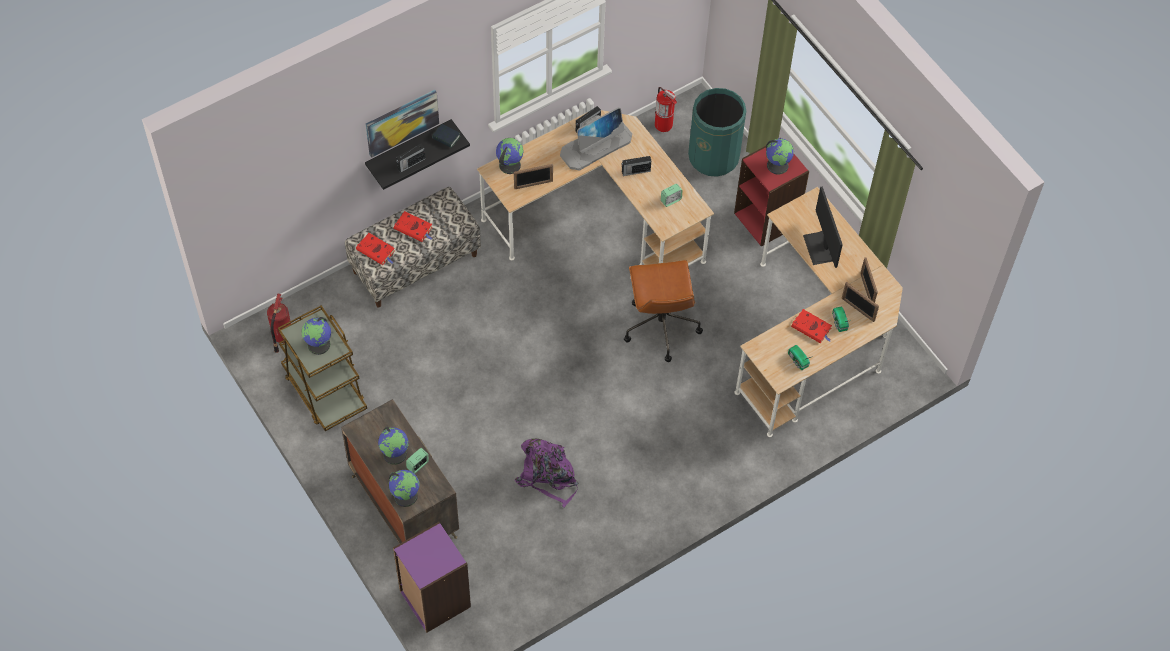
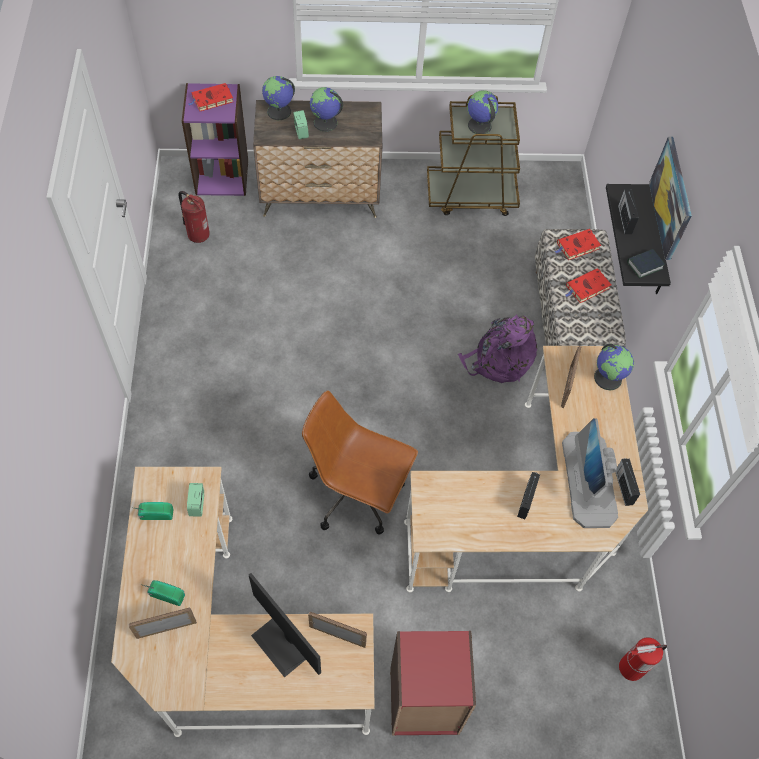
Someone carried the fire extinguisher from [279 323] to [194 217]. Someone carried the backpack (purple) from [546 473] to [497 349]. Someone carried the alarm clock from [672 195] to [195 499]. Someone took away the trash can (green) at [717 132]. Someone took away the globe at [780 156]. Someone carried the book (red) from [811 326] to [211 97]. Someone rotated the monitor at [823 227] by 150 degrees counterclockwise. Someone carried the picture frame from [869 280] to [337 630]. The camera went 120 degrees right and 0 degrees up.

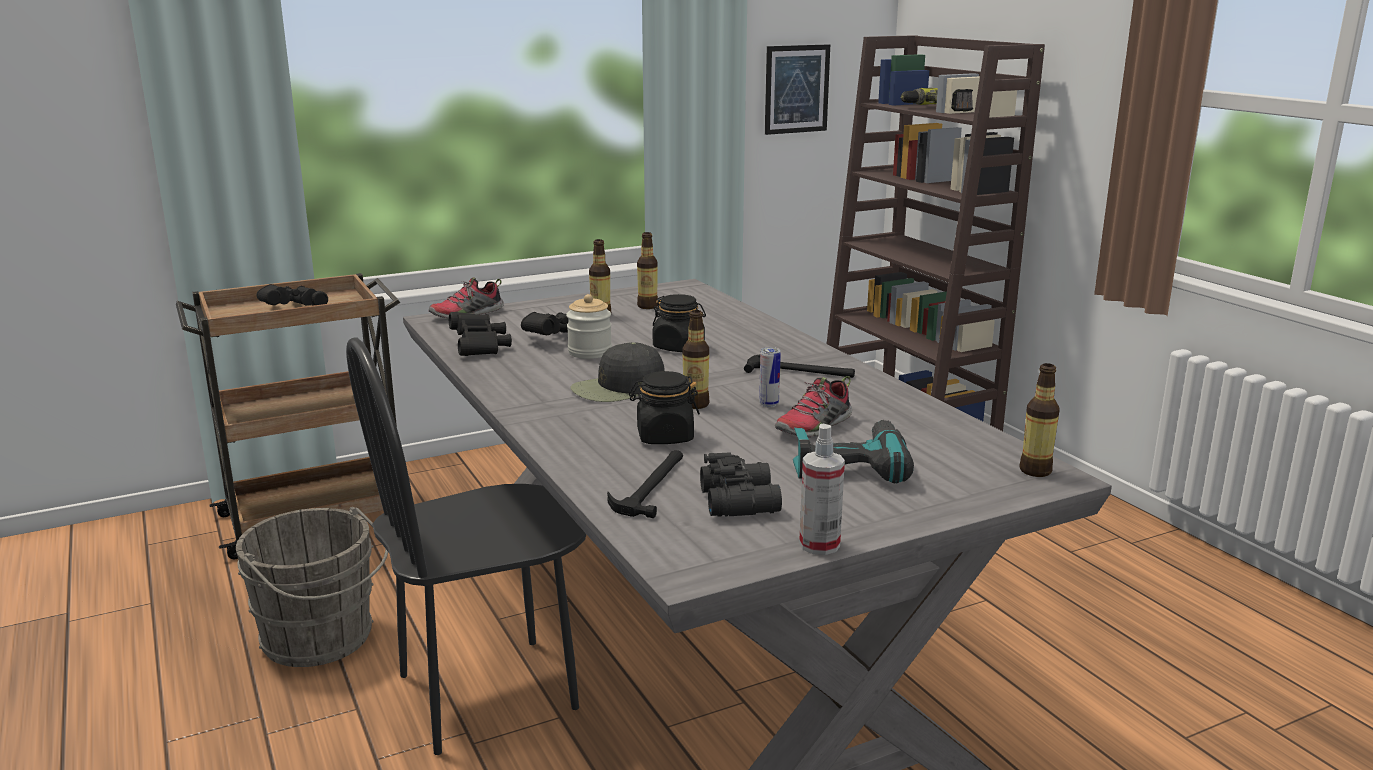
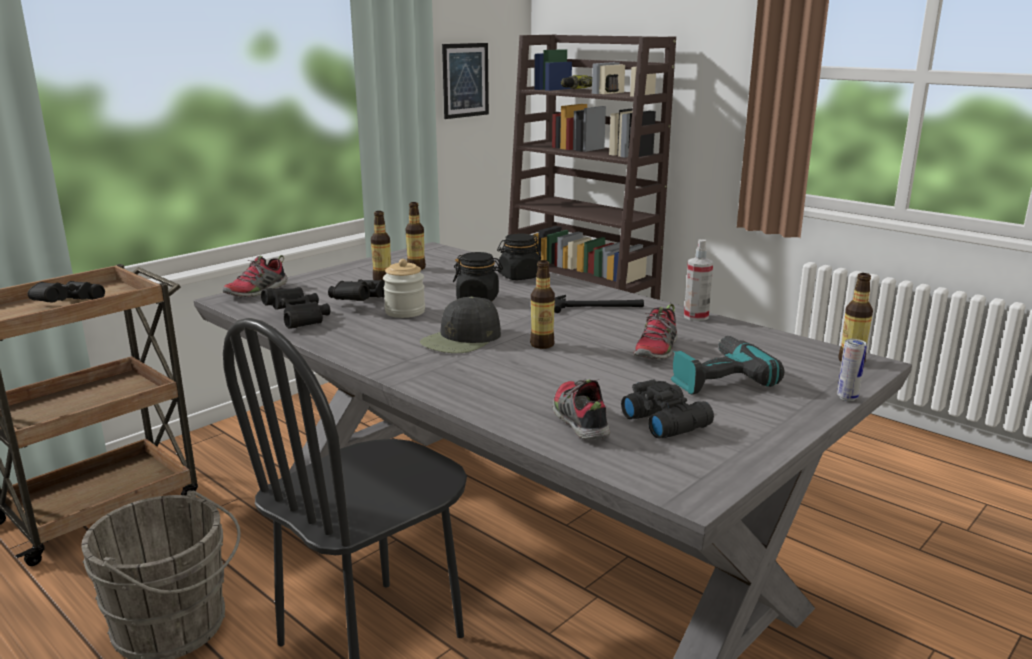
Someone swapped the hammer at [645 484] for the shoe at [581 409]. Someone carried the jar (black) from [664 407] to [519 256]. Someone carried the can from [770 377] to [852 370]. Someone carried the spray bottle from [822 489] to [698 280]. The camera went 20 degrees left and 0 degrees up.

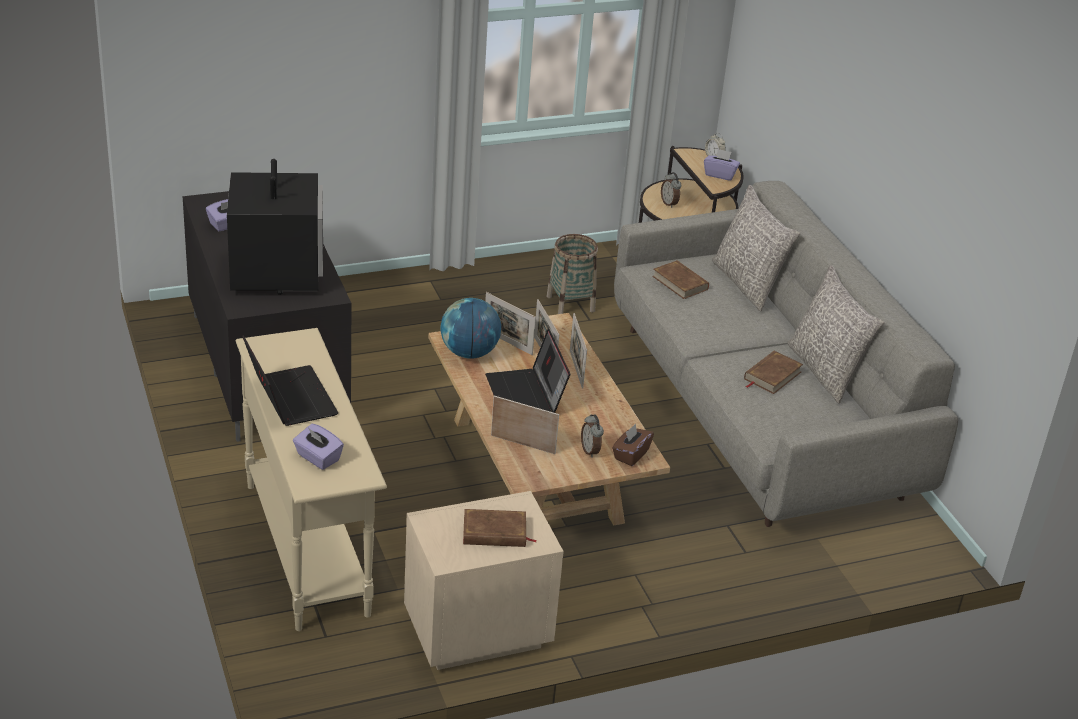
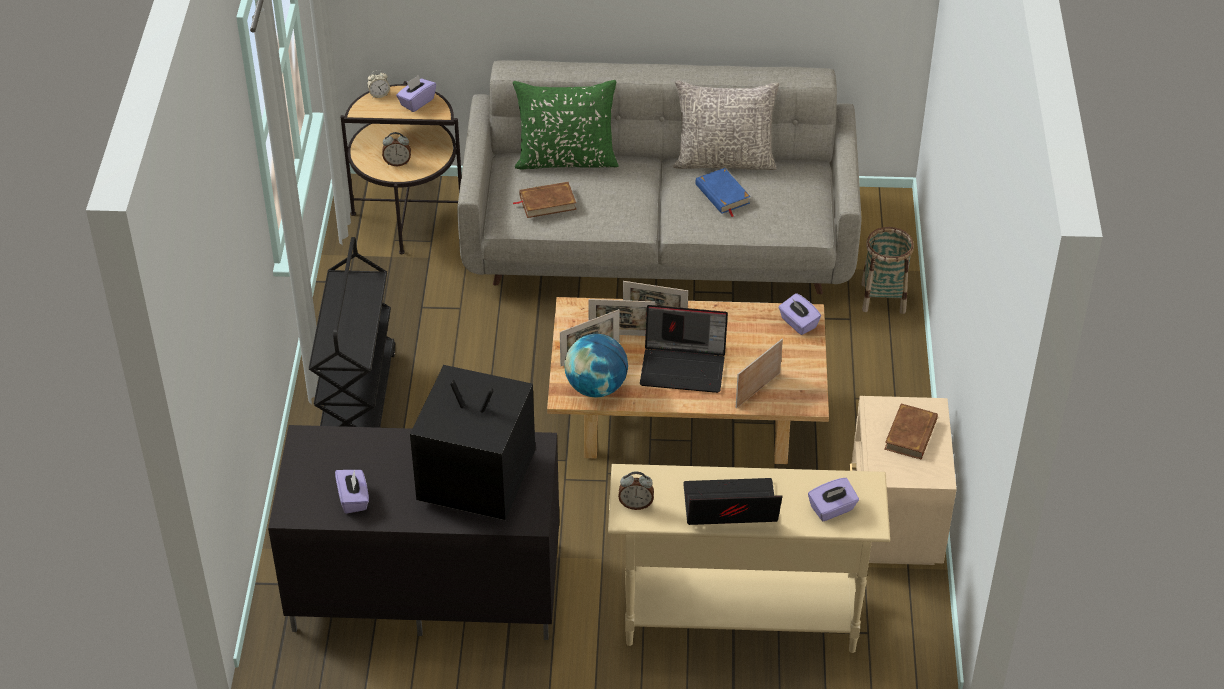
Someone carried the basket from [572 274] to [887 270]. Someone carried the alarm clock from [592 436] to [636 490]. Someone repainted the tissue box (brown) at [633 445], which became the tissue box (purple) at [799 314]. Someone repainted the pillow (grey) at [756 248], which became the pillow (green) at [565 125]. Someone repainted the book (brown) at [773 372], which became the book (blue) at [723 192]. Someone put down the cart (black) at [352 332]. The camera went 65 degrees left and 10 degrees up.

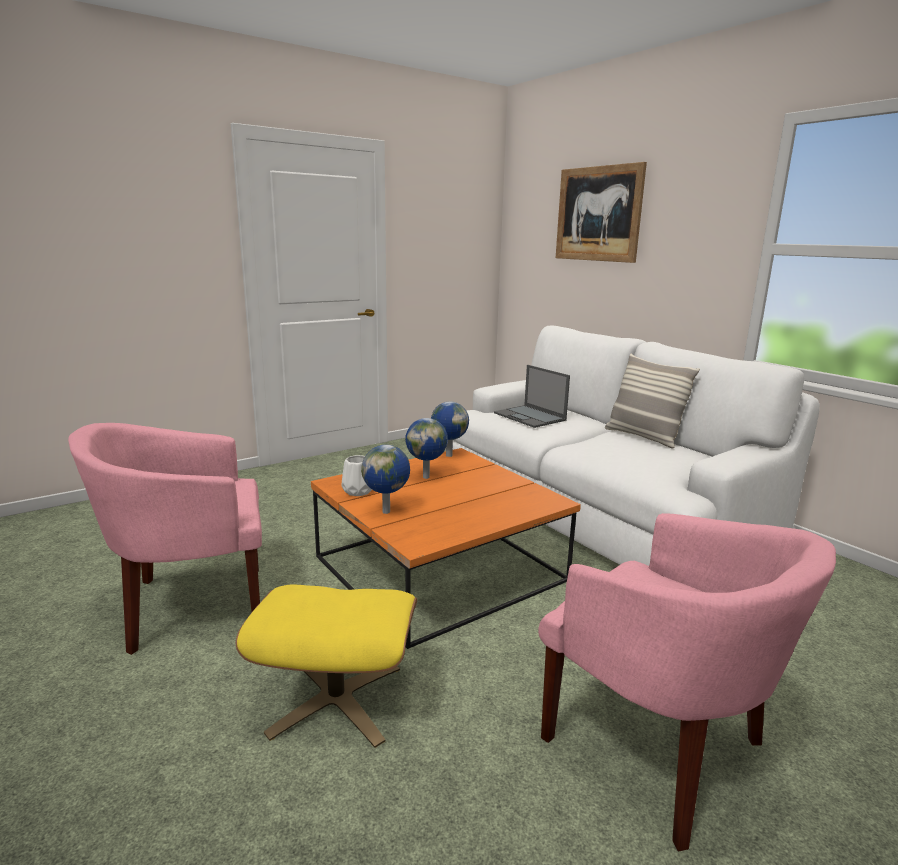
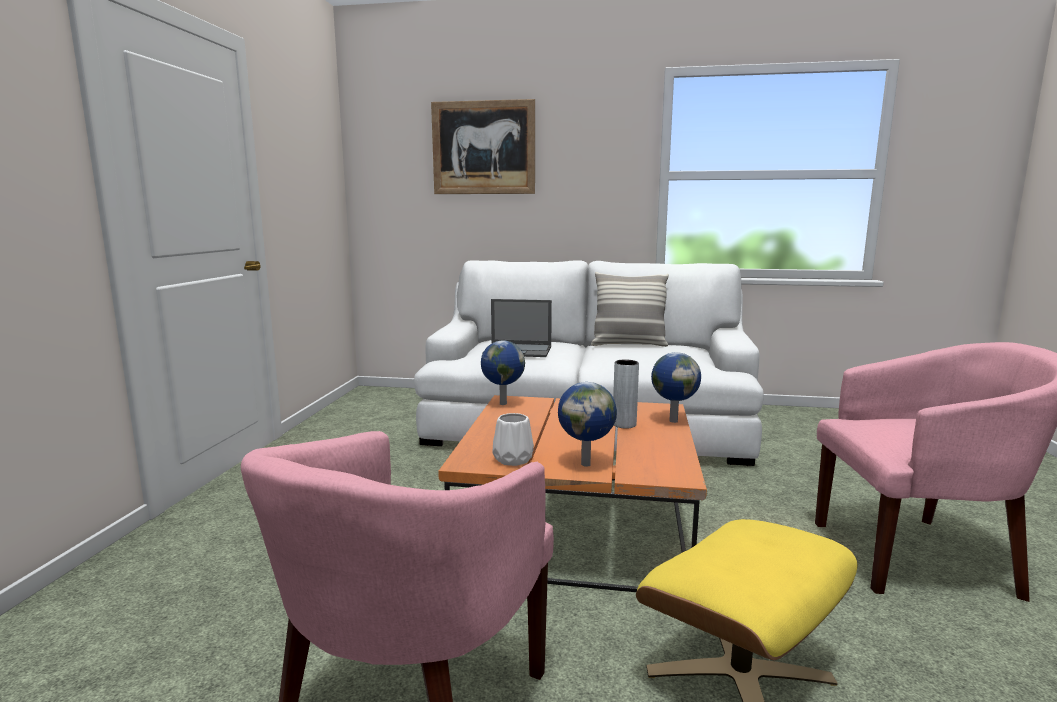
Someone carried the globe from [426 448] to [676 387]. Someone put down the vase (grey) at [626 394]. The camera went 45 degrees left and 5 degrees down.

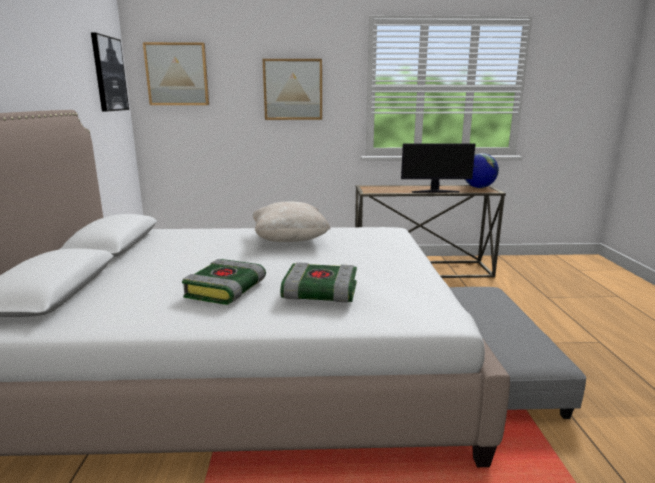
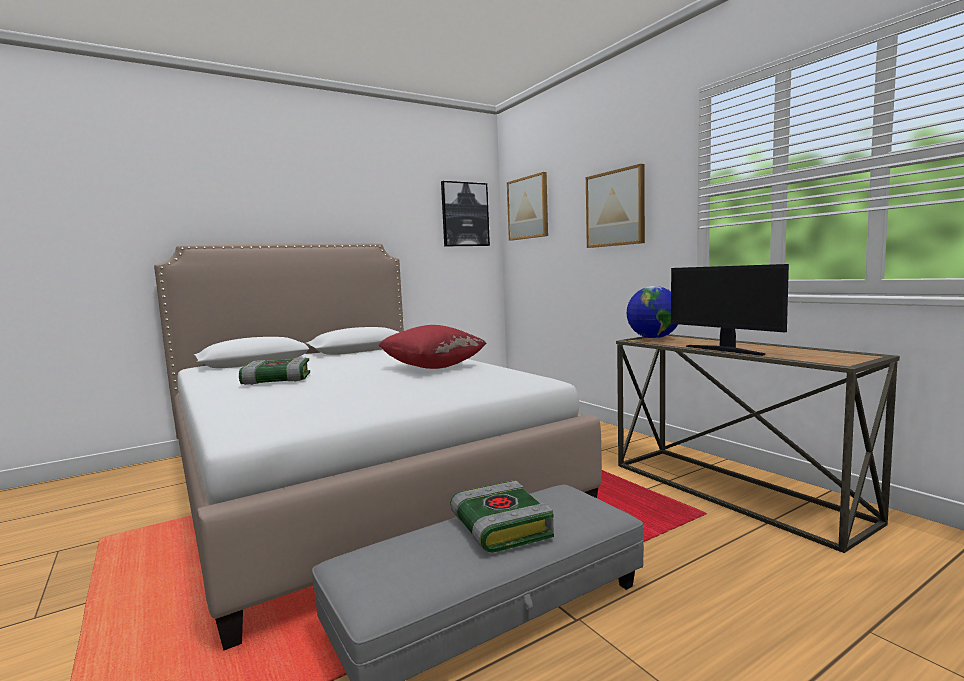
Someone repainted the pillow (beige) at [291 221], which became the pillow (red) at [432 347]. Someone carried the book from [318 282] to [502 517]. Someone carried the globe from [482 170] to [652 312]. The camera went 60 degrees right and 10 degrees down.

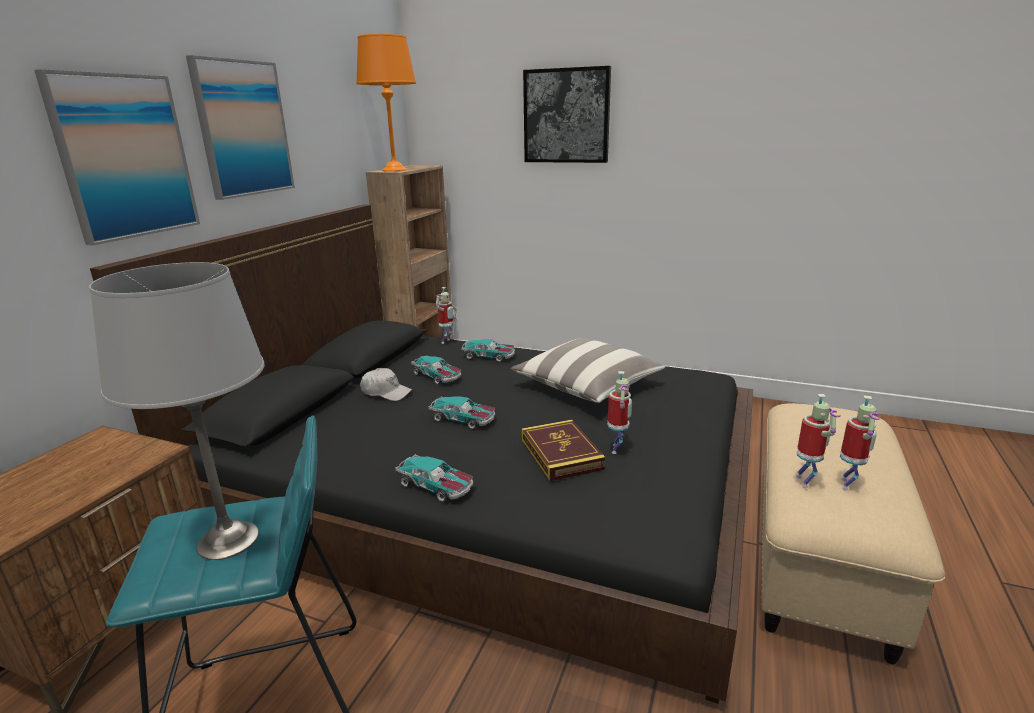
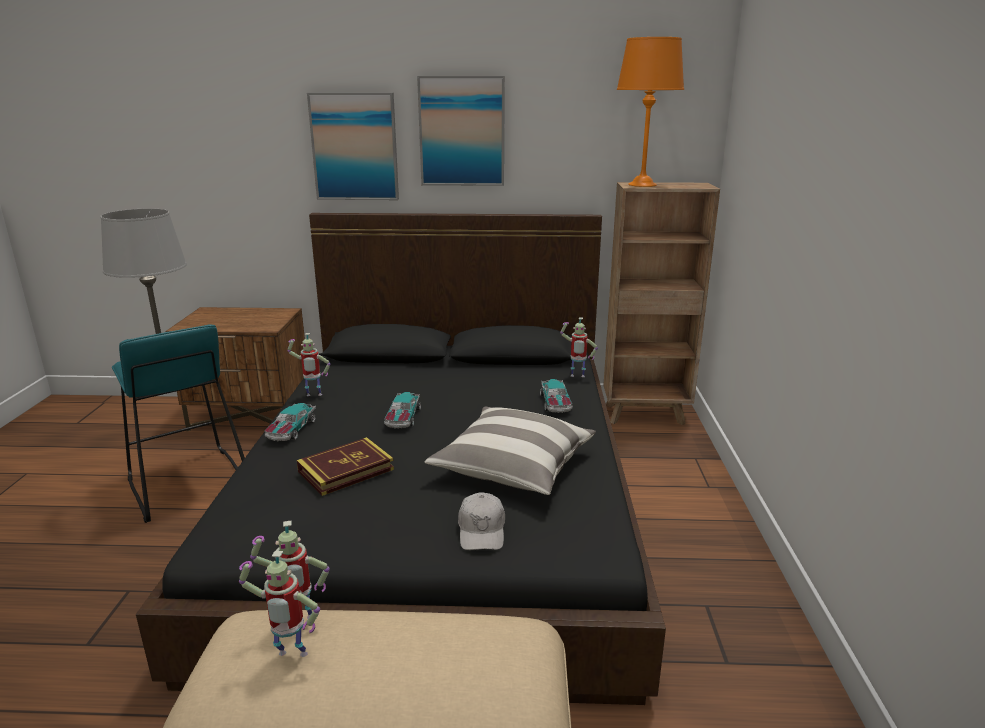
Someone carried the cap (white) from [386 384] to [481 521]. Someone took away the toy car at [436 369]. Someone took away the picture at [567 114]. Someone carried the toy robot from [620 412] to [308 364]. The camera went 70 degrees right and 0 degrees up.

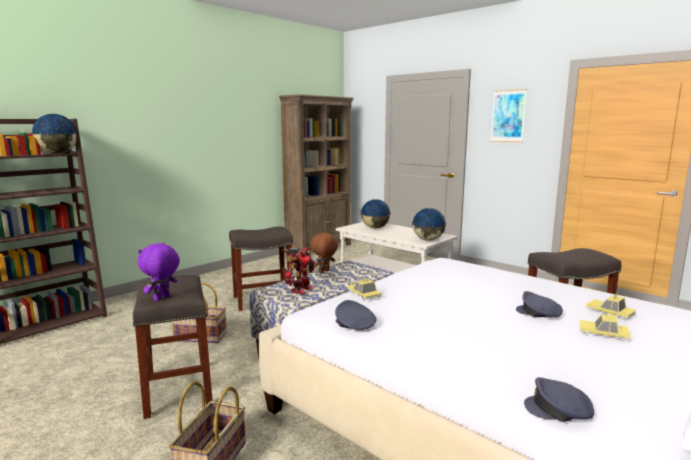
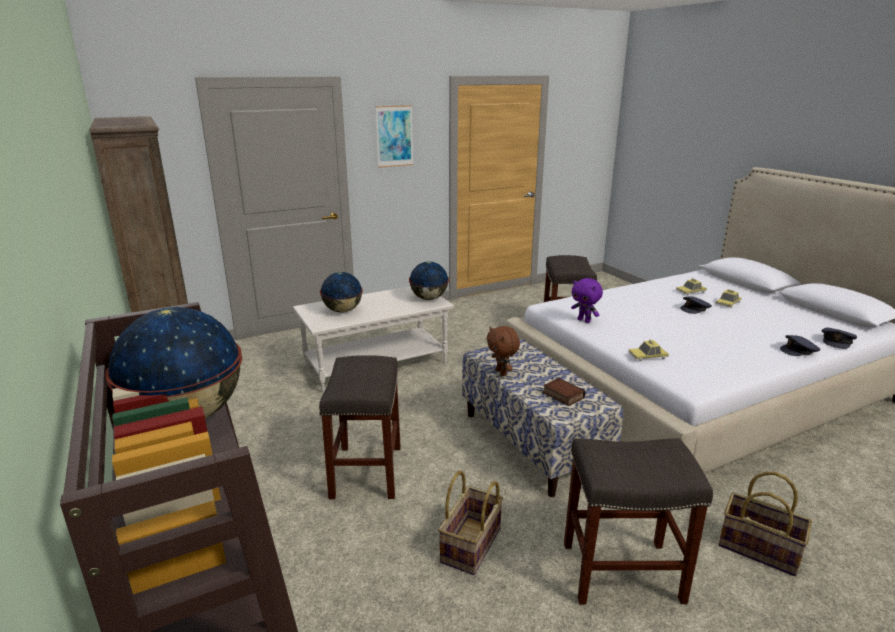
Someone carried the plush toy (purple) from [159 272] to [587 300]. Someone swapped the toy robot at [298 271] for the book at [564 392]. Someone carried the cap (grey) from [356 315] to [800 345]. The camera went 70 degrees left and 10 degrees up.

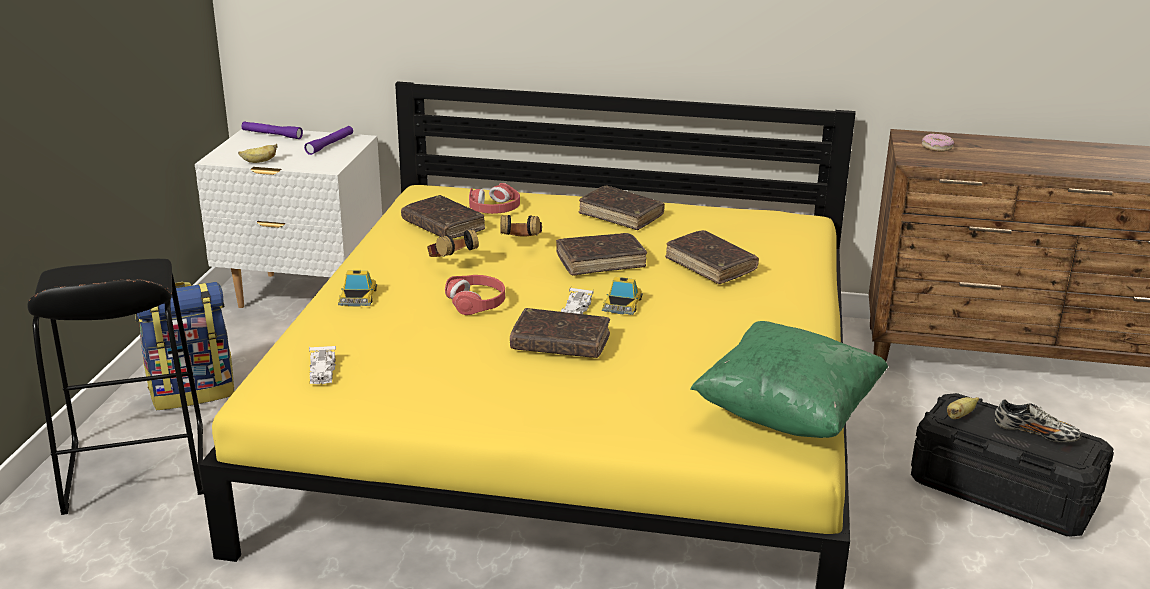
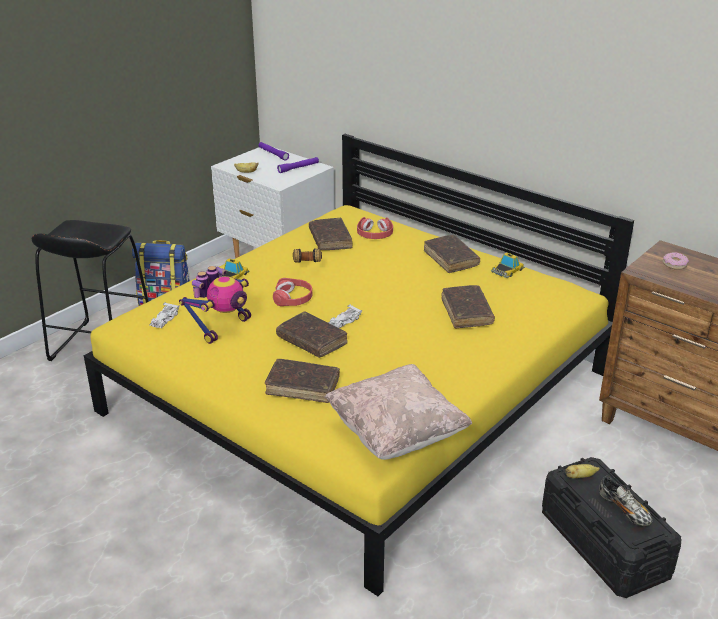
Someone took away the headphones at [521 226]. Someone carried the book (brown) from [601 254] to [302 381]. Someone carried the toy car from [622 296] to [508 265]. Someone repainted the pillow (green) at [789 379], which became the pillow (beige) at [398 412]. Someone put down the toy robot at [215 305]. The camera went 30 degrees right and 5 degrees up.

